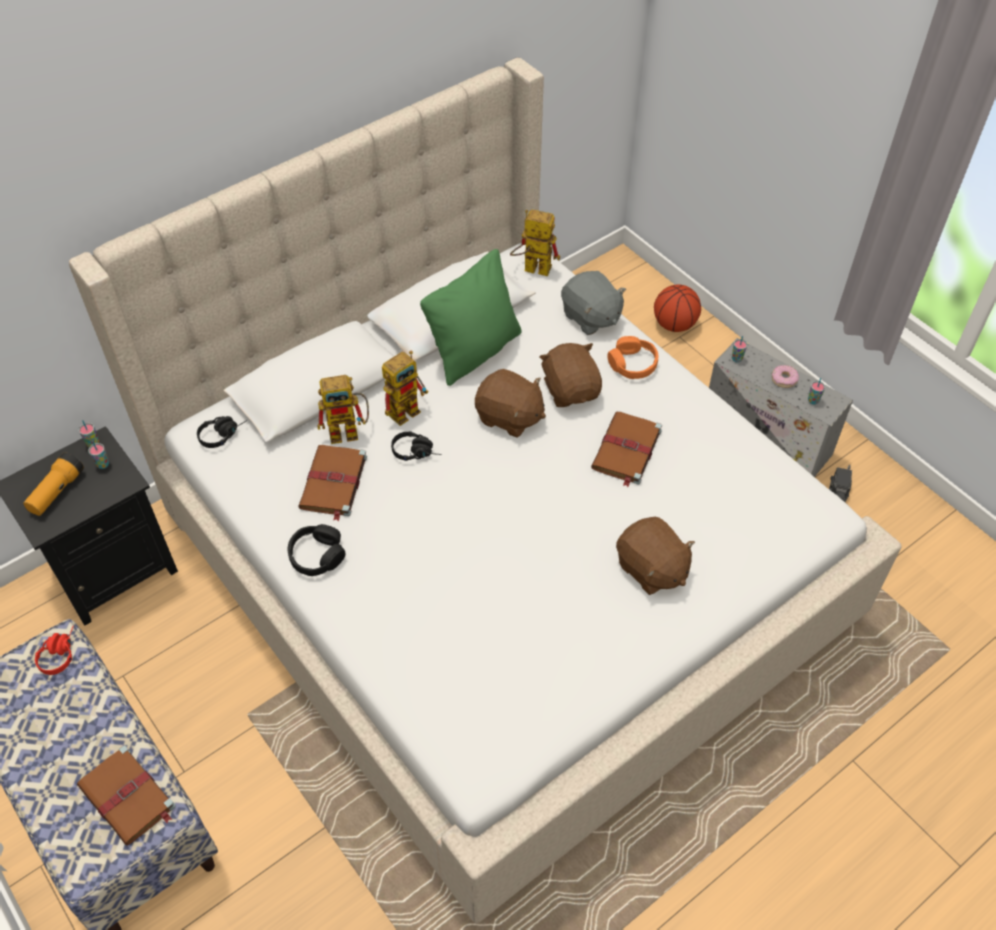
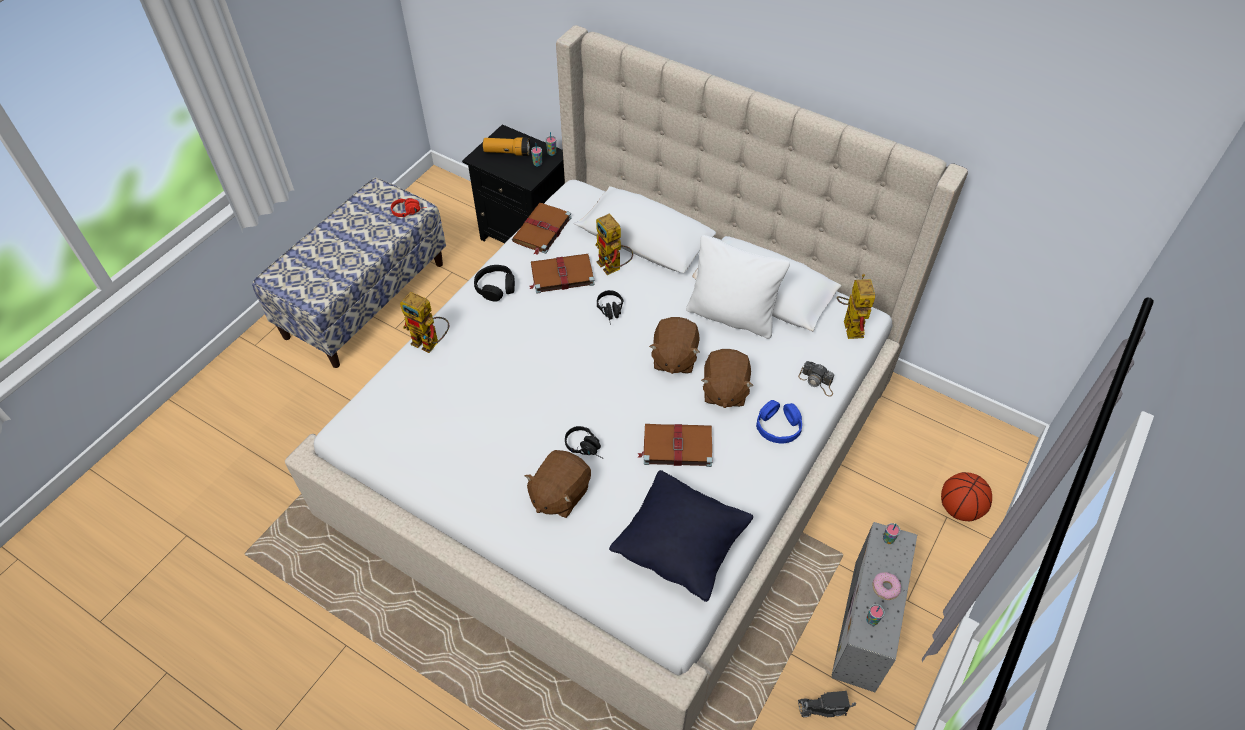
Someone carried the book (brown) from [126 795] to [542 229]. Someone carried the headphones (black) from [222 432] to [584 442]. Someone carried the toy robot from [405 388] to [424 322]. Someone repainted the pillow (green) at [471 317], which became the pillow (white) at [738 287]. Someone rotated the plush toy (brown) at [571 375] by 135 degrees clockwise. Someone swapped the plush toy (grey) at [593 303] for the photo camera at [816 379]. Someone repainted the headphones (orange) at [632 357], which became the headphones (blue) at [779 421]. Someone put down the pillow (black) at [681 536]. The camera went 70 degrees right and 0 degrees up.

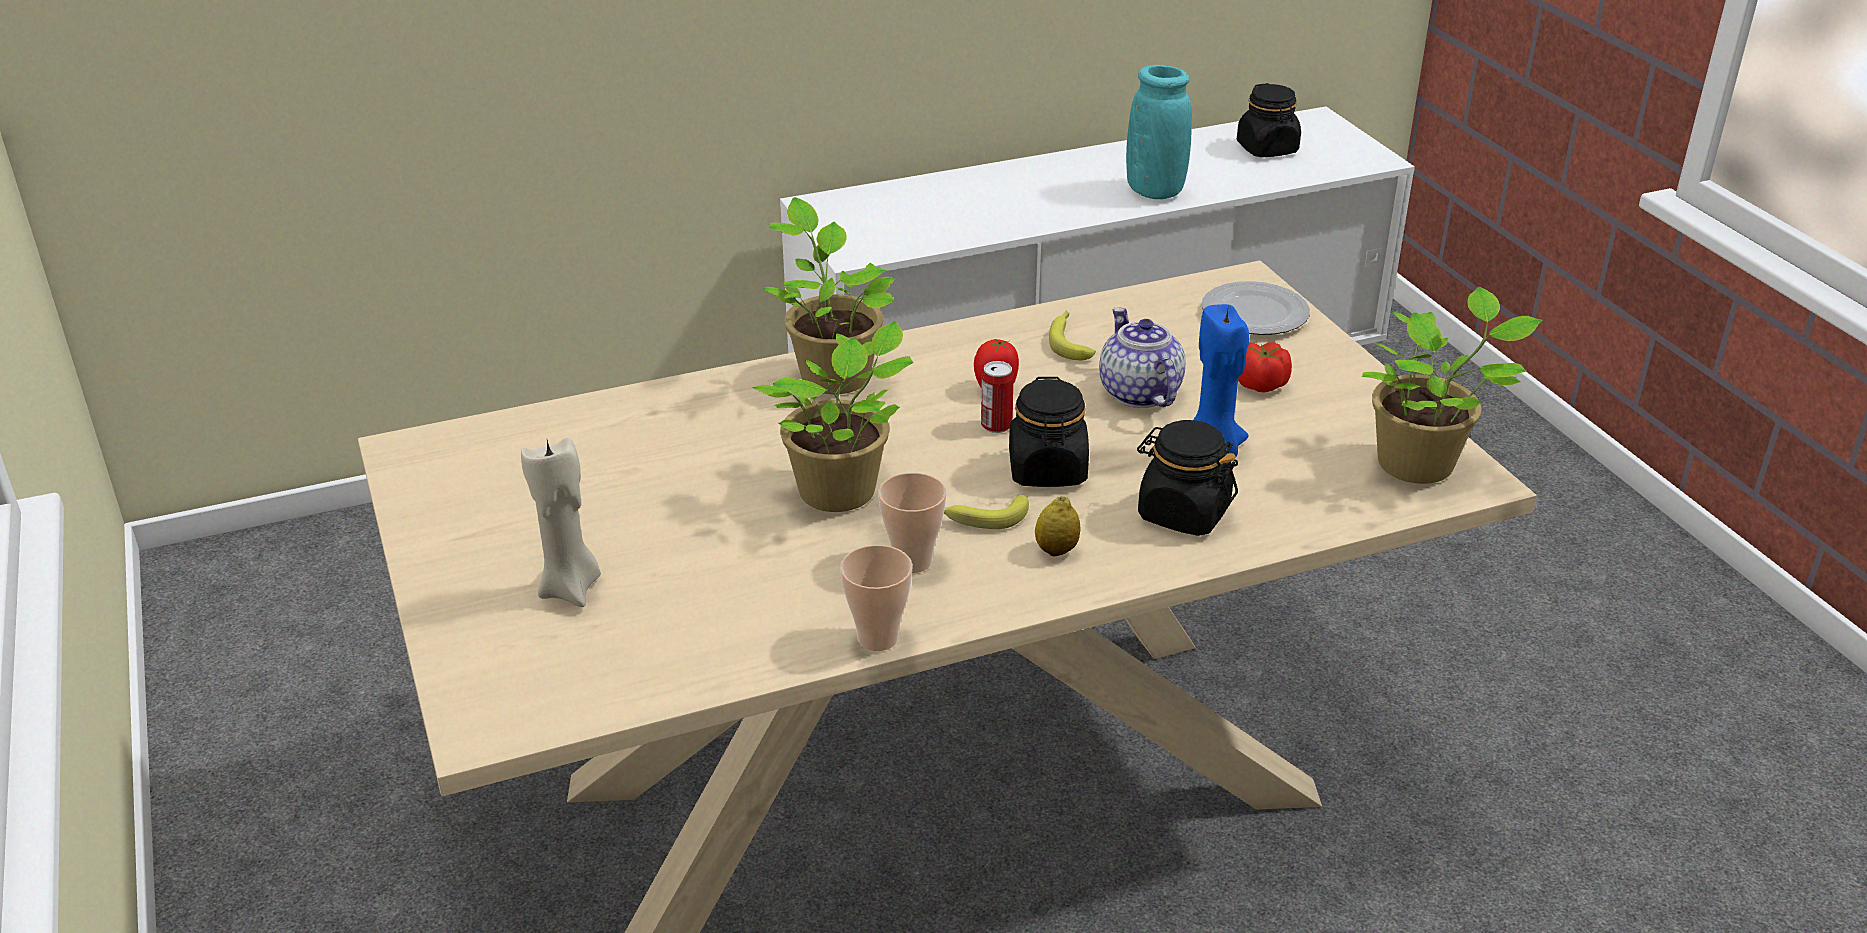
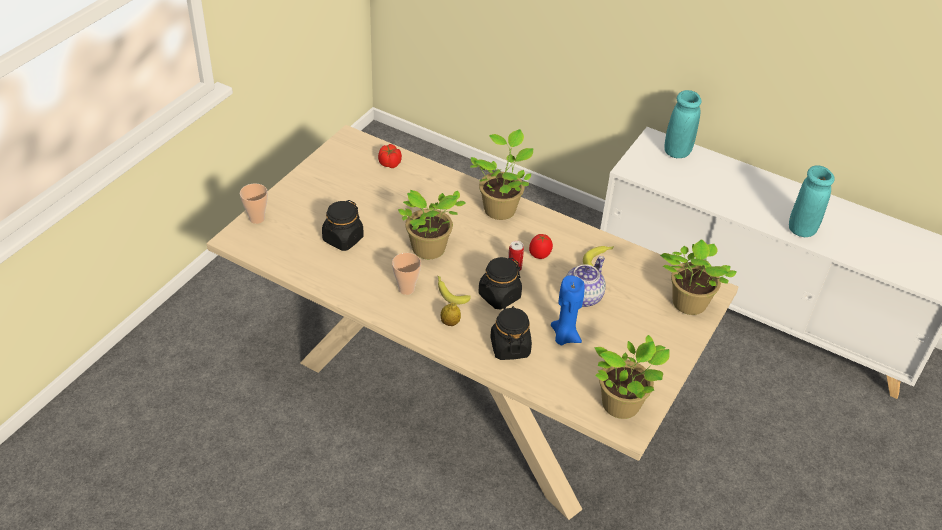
Someone took away the candle (beige) at [561 522]. Someone carried the cup from [876 598] to [254 203]. Someone swapped the plate at [1255 308] for the potted plant at [698 277]. Someone carried the jar (black) from [1269 120] to [343 225]. Someone carried the tomato from [1265 367] to [390 156]. Someone put down the vase (turquoise) at [683 124]. The camera went 50 degrees right and 10 degrees up.

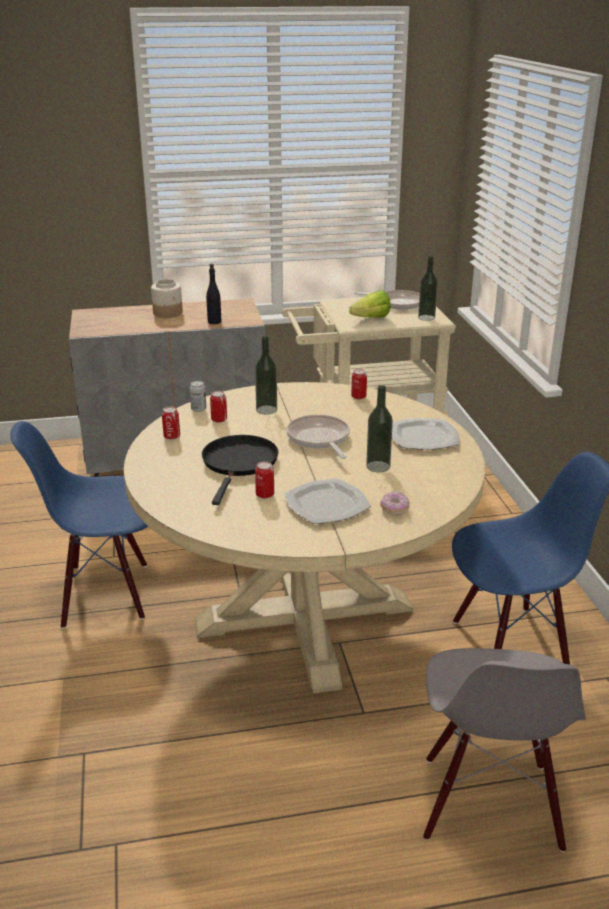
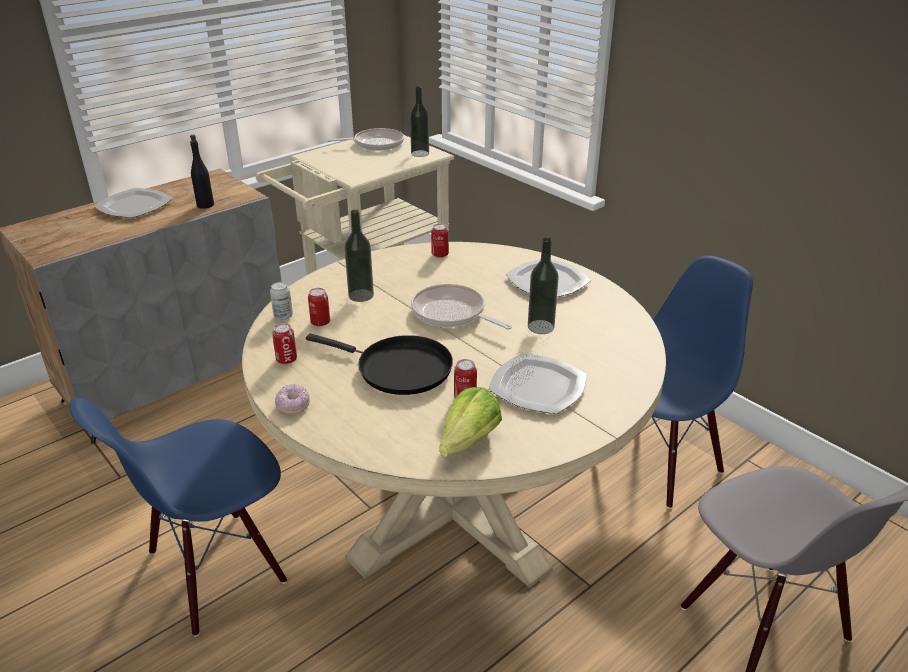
Someone swapped the jar at [167 298] for the plate at [133 203]. Someone rotated the frying pan (black) at [240 470] by 135 degrees clockwise. Someone carried the lettuce from [370 304] to [470 422]. Someone carried the donut from [395 503] to [292 399]. The camera went 30 degrees left and 5 degrees up.

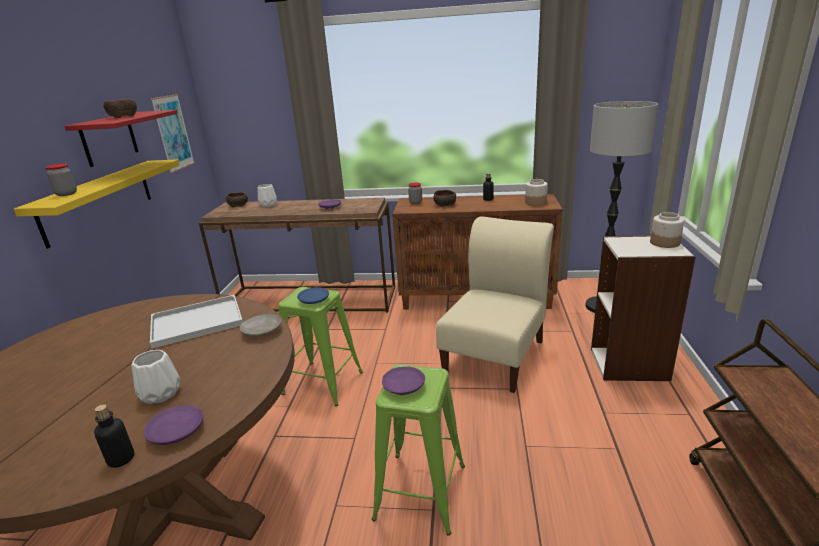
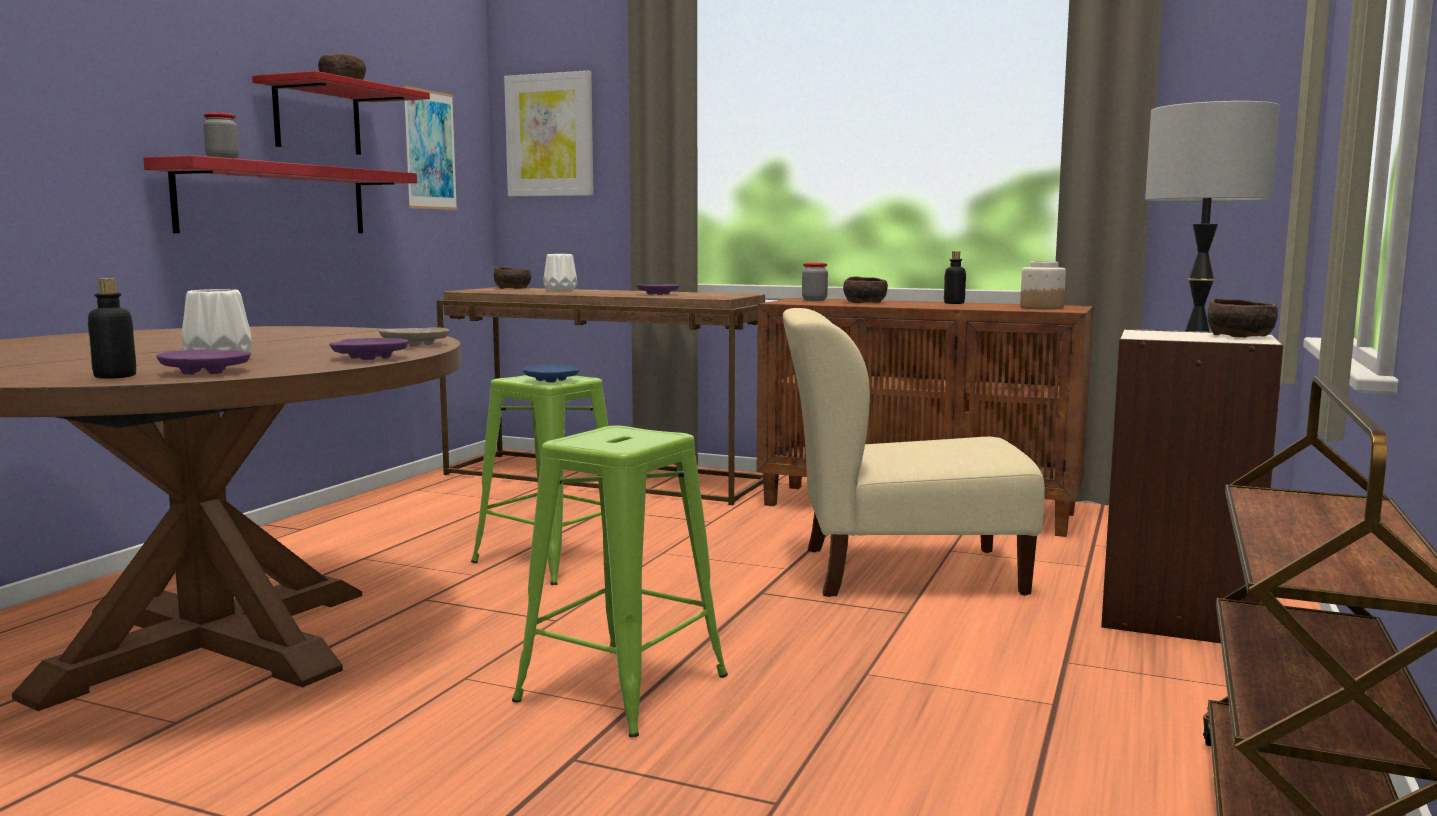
Someone repainted the shelf (yellow) at [96 204], which became the shelf (red) at [280 194]. Someone took away the tray (white) at [196 322]. Someone carried the plate (purple) from [403 380] to [369 349]. Someone rotated the chair (beige) at [495 305] by 135 degrees counterclockwise. Someone swapped the jar at [667 230] for the bowl (brown) at [1242 318]. Someone put up the picture at [549 133]. The camera went 15 degrees right and 15 degrees down.

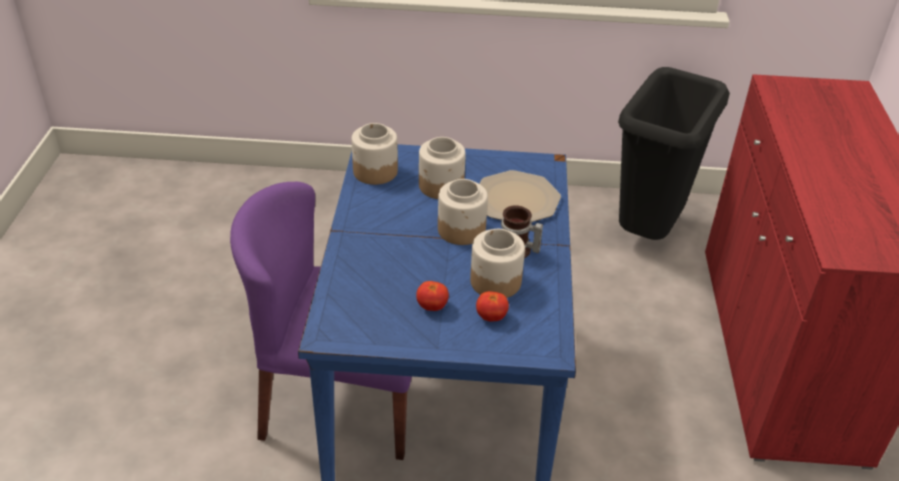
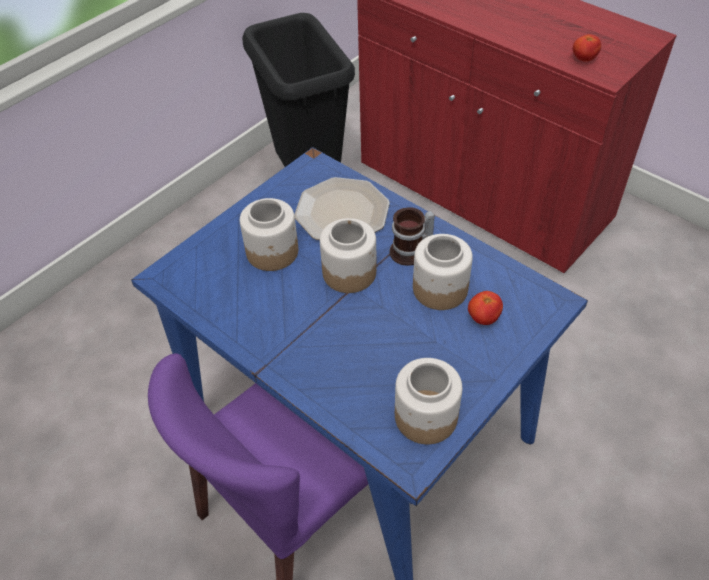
Someone carried the jar from [375 154] to [428 401]. Someone carried the tomato from [432 296] to [587 48]. The camera went 50 degrees left and 10 degrees up.

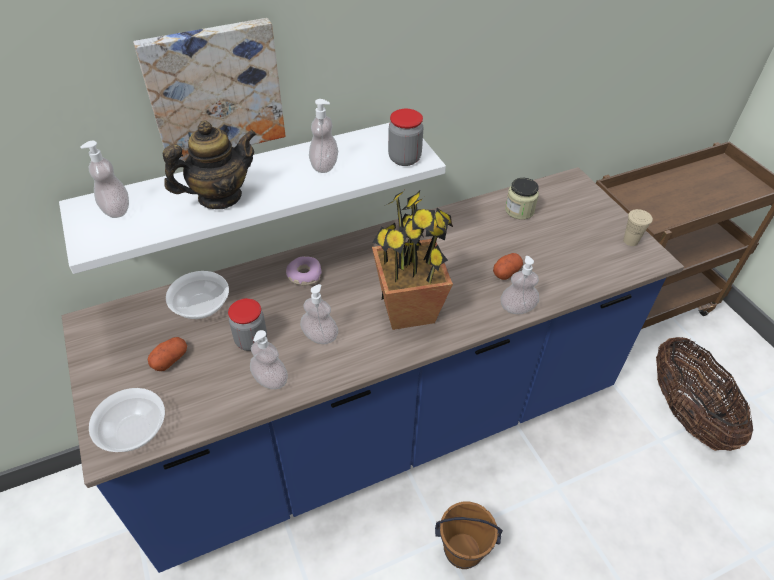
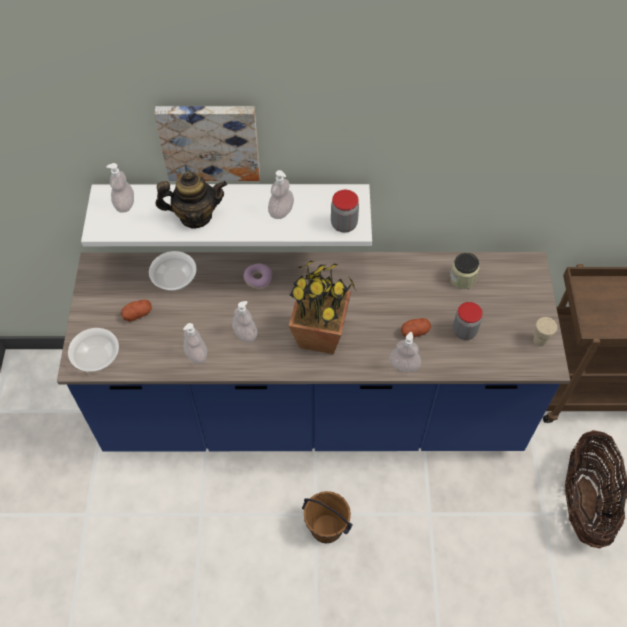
Someone carried the jar from [247 324] to [468 321]. The camera went 25 degrees right and 10 degrees up.

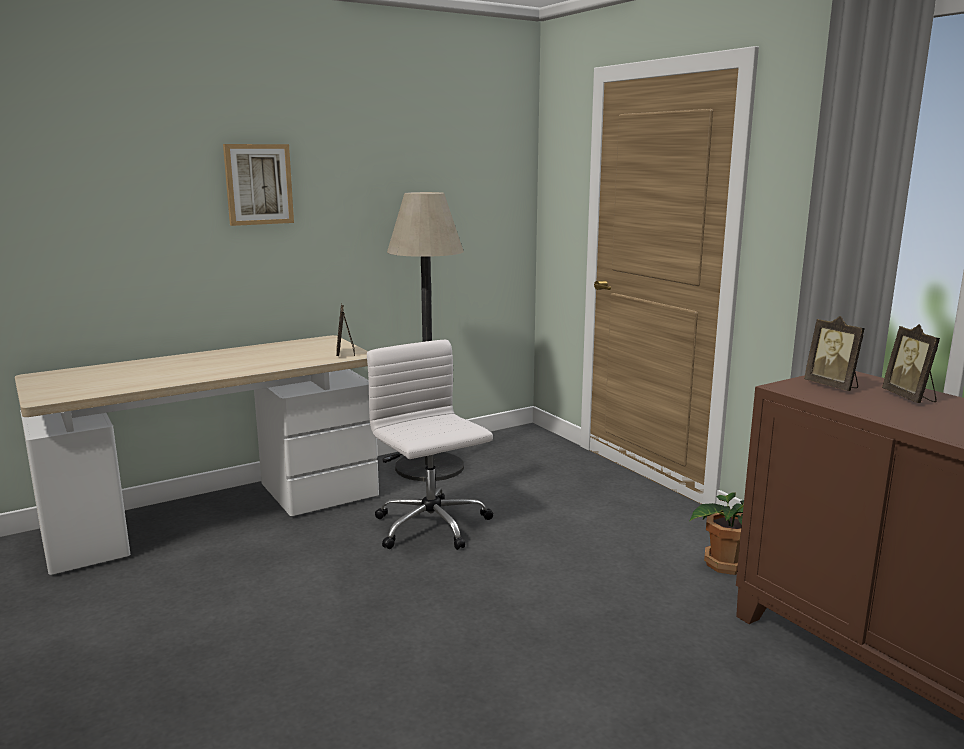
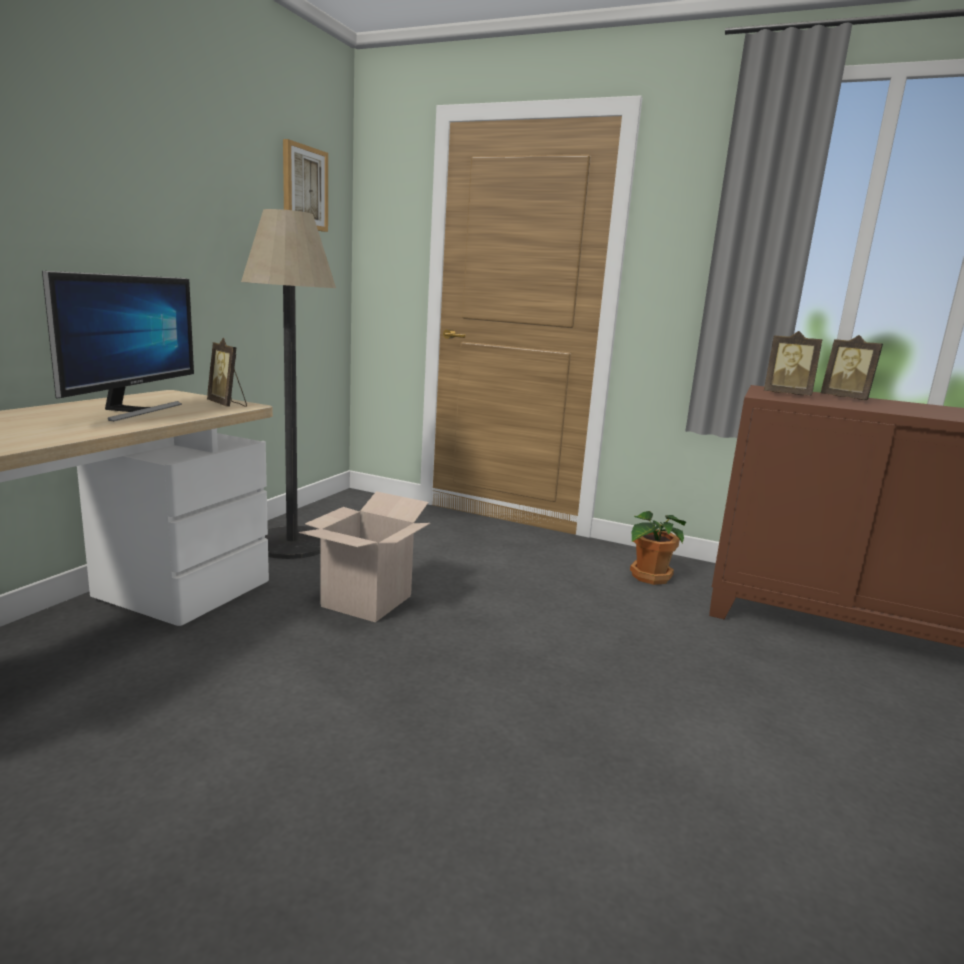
Someone carried the picture from [258 185] to [305 185]. Someone swapped the office chair (white) at [430 445] for the cardboard box at [365 557]. Someone put down the monitor at [118 346]. The camera went 35 degrees left and 0 degrees up.

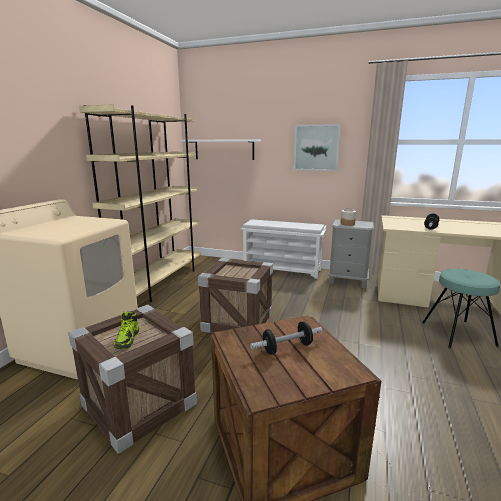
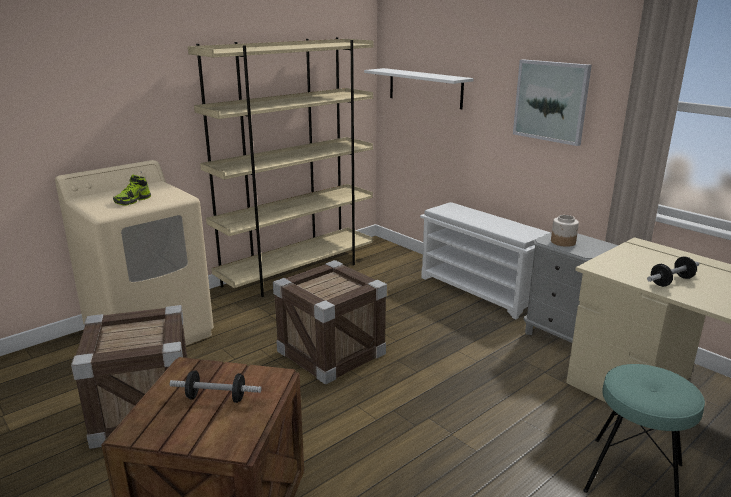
Someone carried the shoe from [126 330] to [132 189]. The camera went 30 degrees right and 5 degrees up.

